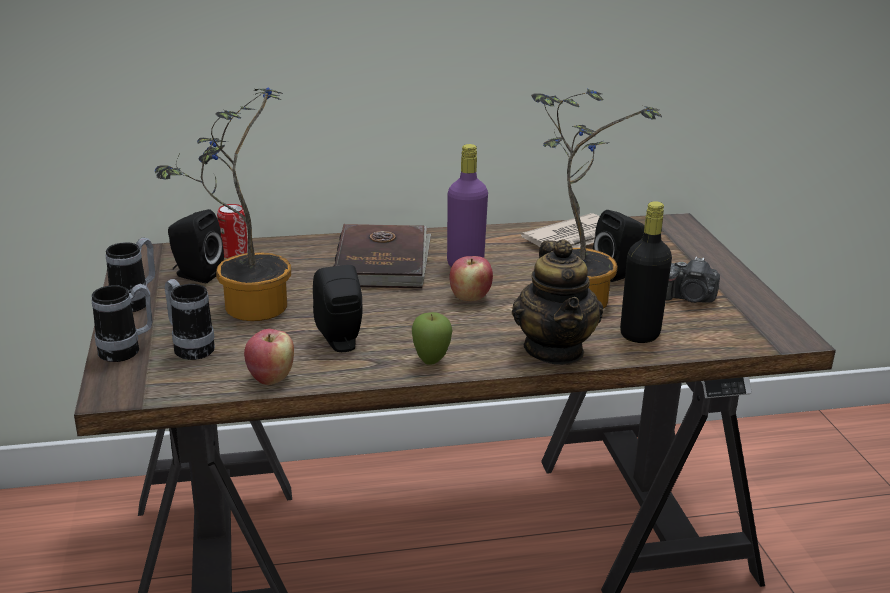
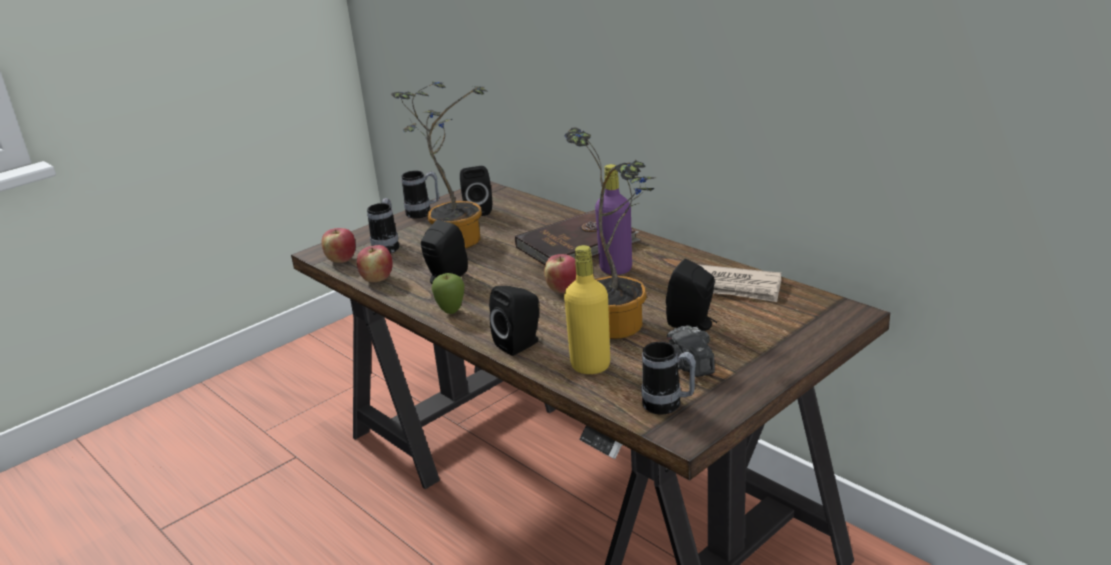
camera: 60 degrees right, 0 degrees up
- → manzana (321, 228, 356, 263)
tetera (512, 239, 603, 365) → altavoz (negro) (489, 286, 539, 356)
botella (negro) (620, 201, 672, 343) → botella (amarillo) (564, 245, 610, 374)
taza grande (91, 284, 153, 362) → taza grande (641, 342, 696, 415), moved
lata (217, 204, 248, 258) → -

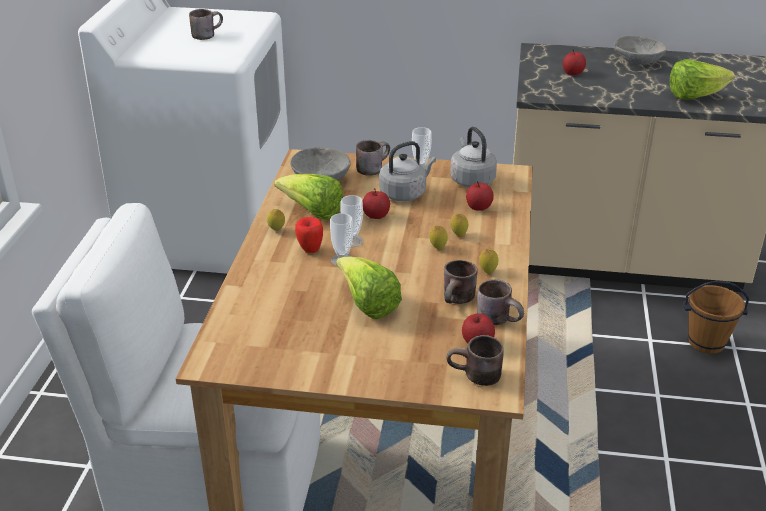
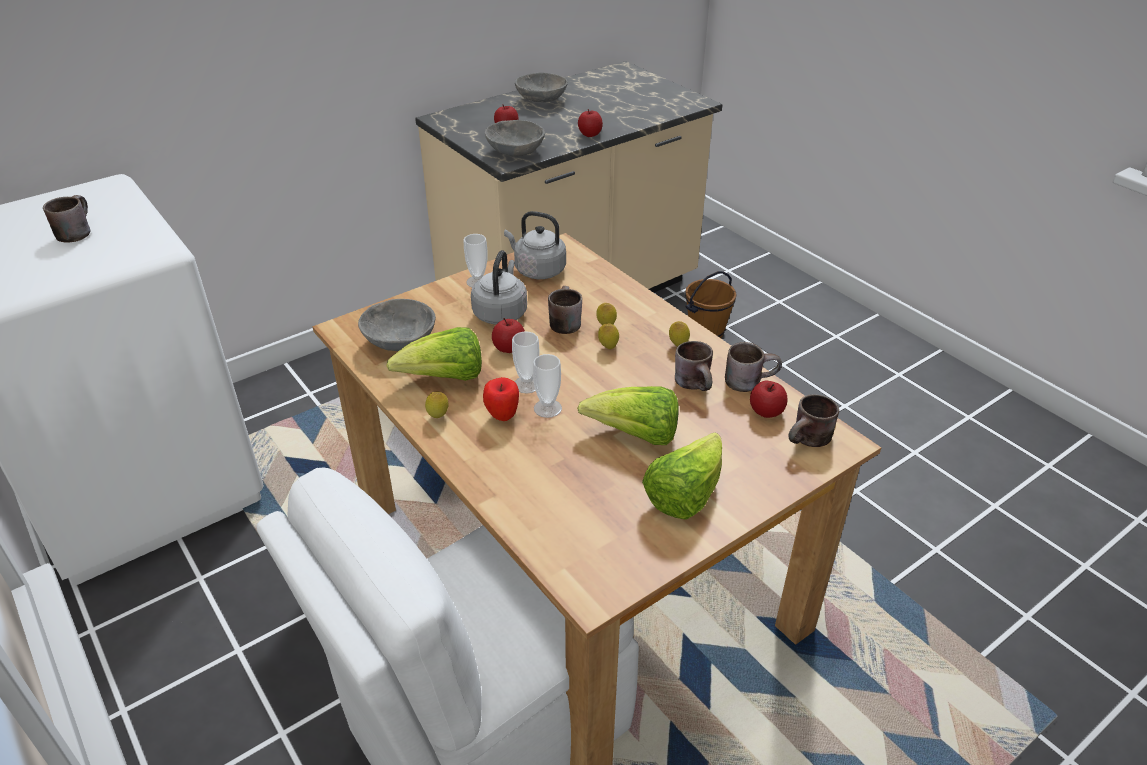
camera: 45 degrees left, 5 degrees up
- → cuenco (gris) (485, 120, 545, 157)
taza grande (marrón) (356, 140, 390, 176) → taza grande (marrón) (548, 286, 582, 334), moved
manzana (466, 181, 494, 211) → manzana (578, 109, 603, 137), moved
lechuga (670, 59, 735, 100) → lechuga (642, 432, 722, 519), moved

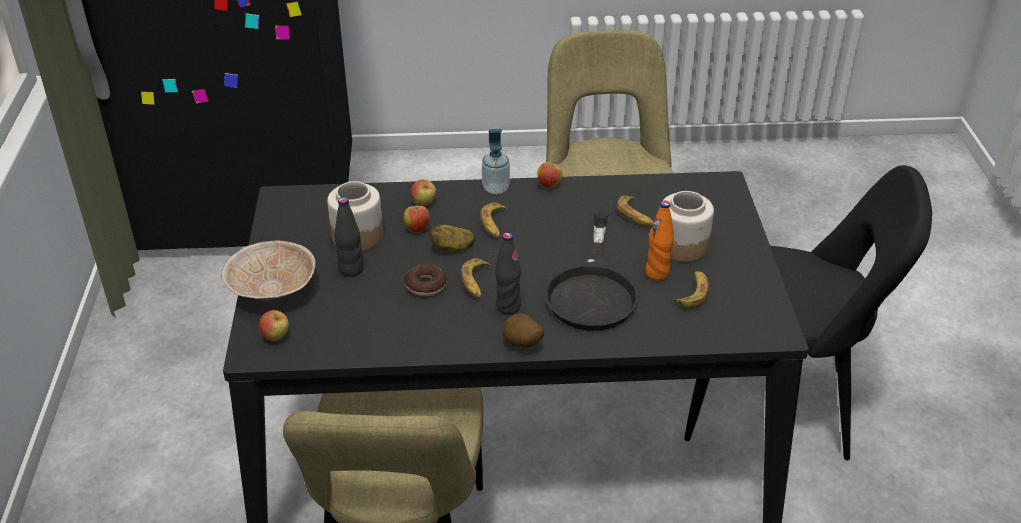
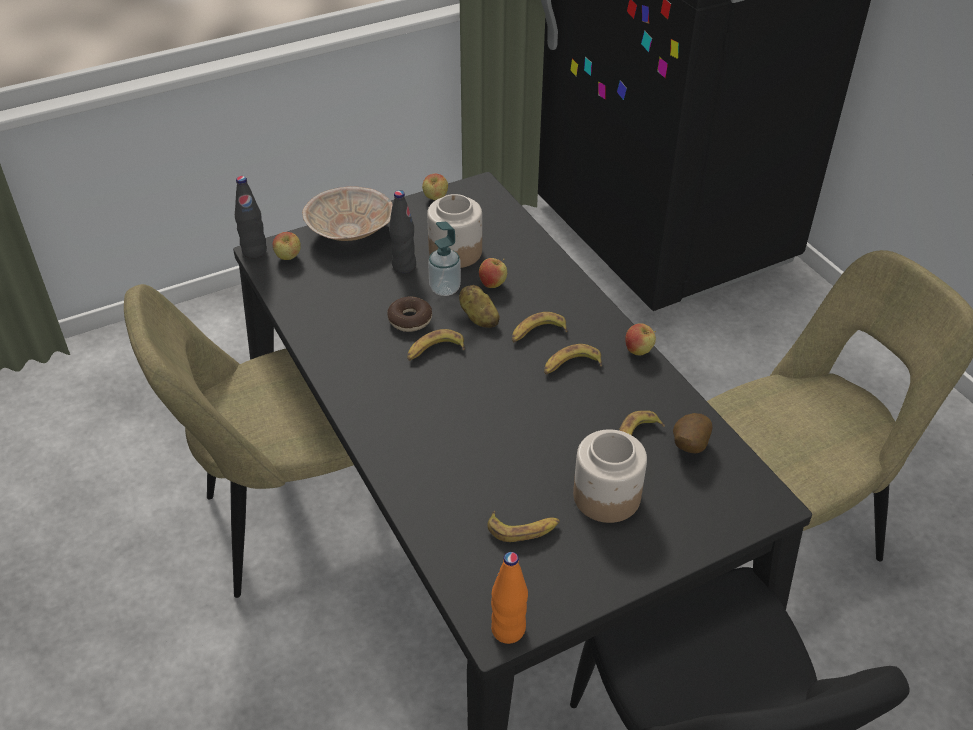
camera: 65 degrees right, 5 degrees up
botella (negro) (495, 233, 521, 315) → botella (negro) (235, 176, 267, 258), moved
manzana (411, 180, 436, 206) → manzana (422, 174, 448, 200), moved
dispensador de jabón (482, 129, 510, 194) → dispensador de jabón (428, 222, 461, 296), moved
botella (naranja) (645, 200, 674, 281) → botella (naranja) (491, 552, 528, 644), moved
- → plátano (544, 344, 602, 375)
patata (503, 313, 544, 348) → patata (673, 413, 712, 453), moved
sartén (negro) (545, 213, 639, 331) → -

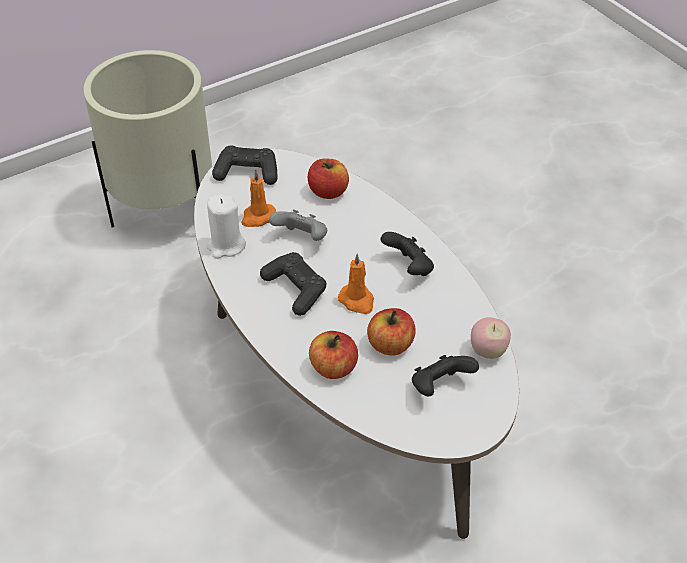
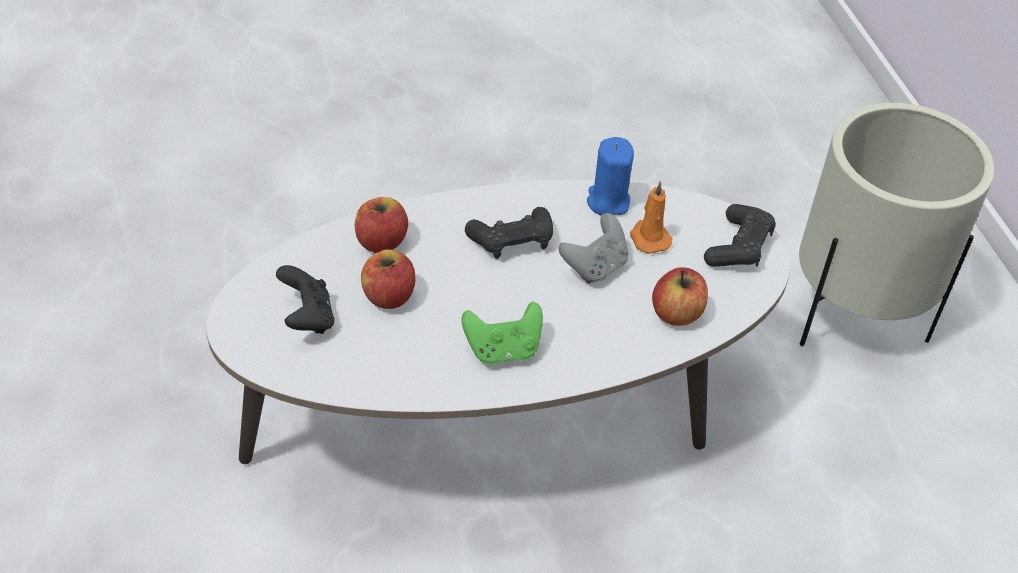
camera: 105 degrees right, 0 degrees up
mando de consola (negro) (381, 232, 434, 276) → mando de consola (verde) (461, 302, 543, 365)
vela (blanco) (207, 195, 246, 259) → vela (azul) (587, 137, 634, 215)
vela (naranja) (338, 254, 374, 314) → -
manzana (471, 317, 511, 359) → -

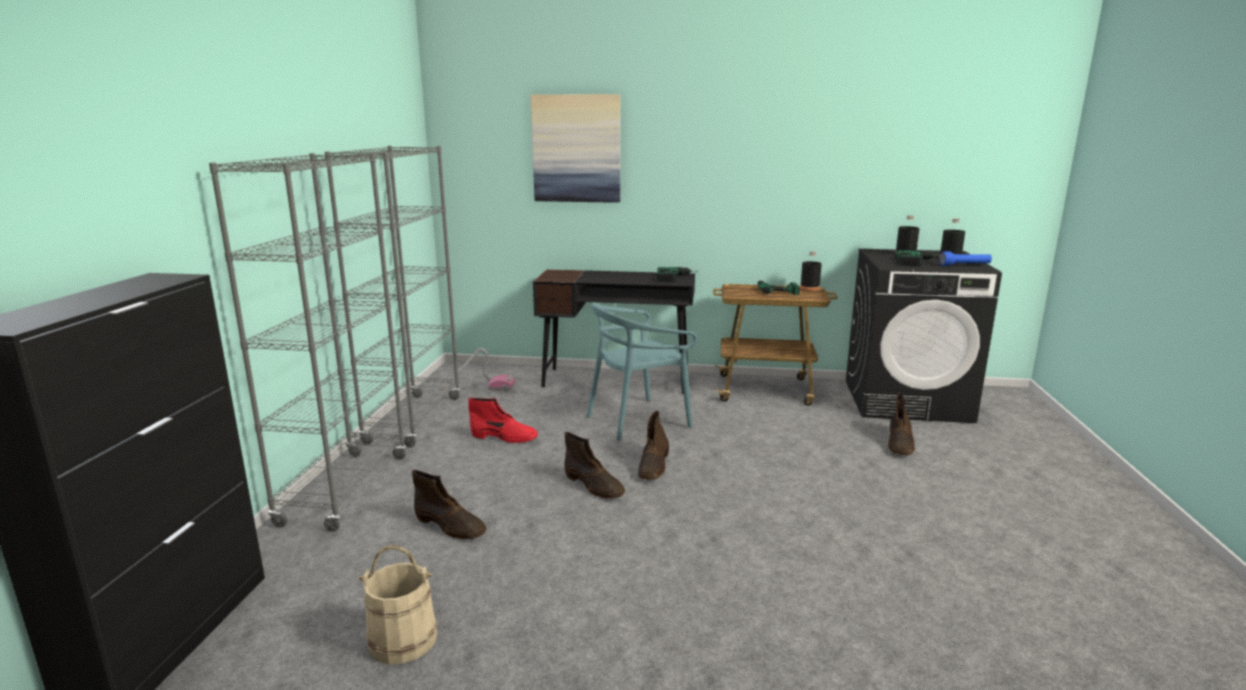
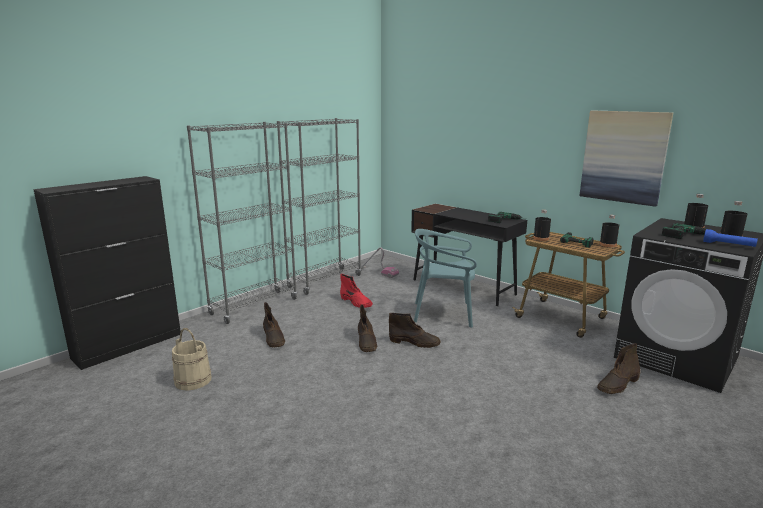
camera: 35 degrees right, 0 degrees up
bota (marrón) (638, 411, 669, 480) → bota (marrón) (389, 313, 440, 348), 120 degrees counterclockwise
- → botella (negro) (533, 210, 551, 241)
cuadro (531, 94, 621, 203) → cuadro (580, 111, 673, 207), moved

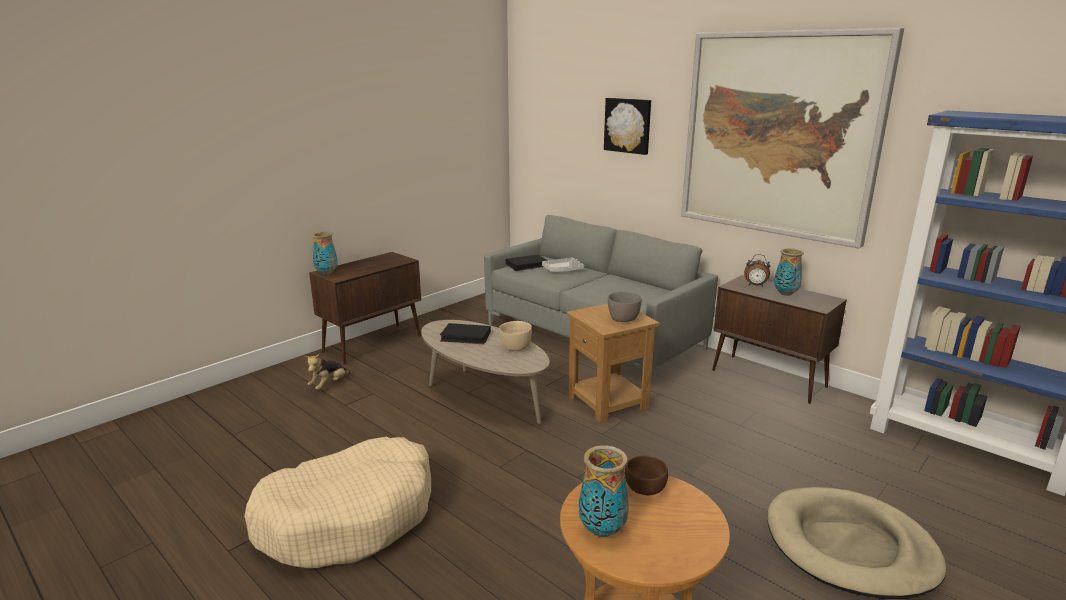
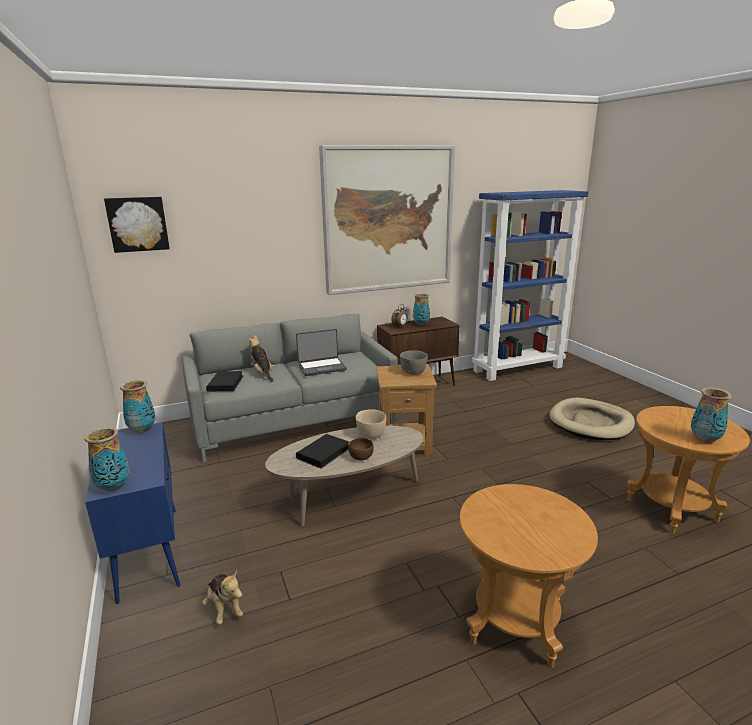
camera: 65 degrees left, 0 degrees up
armario (marrón) (309, 252, 421, 365) → armario (azul) (85, 422, 180, 604)
cuadro (604, 98, 651, 155) → cuadro (104, 197, 170, 253), moved
- → florero (120, 380, 156, 433)
bandeja (gris) (542, 258, 584, 272) → peluche (248, 335, 275, 382)
- → portátil (296, 329, 347, 376)
cuenco (marrón) (625, 456, 668, 495) → cuenco (marrón) (349, 438, 374, 461), moved
cama para perro (beis) (244, 437, 431, 568) → mesa auxiliar (marrón) (460, 484, 598, 668)

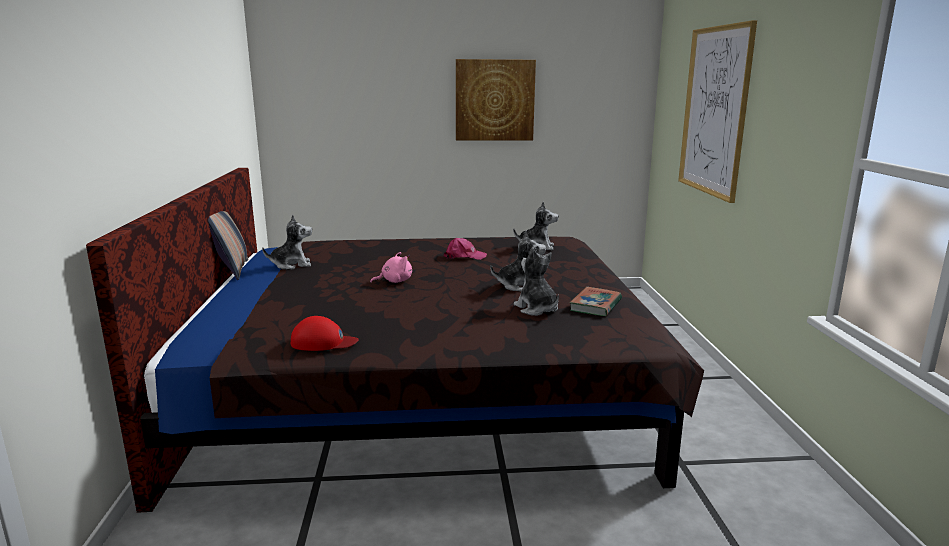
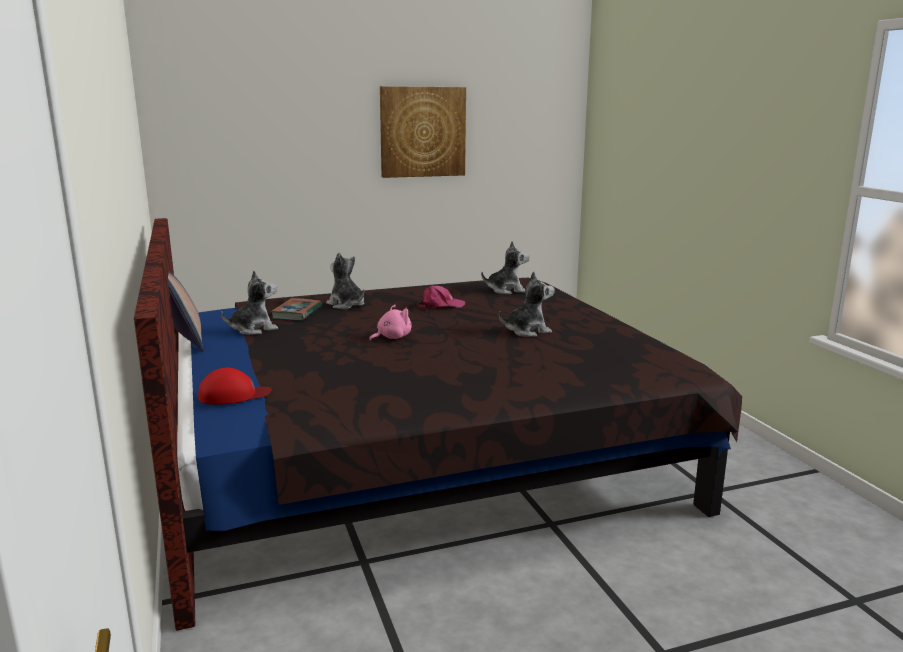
camera: 15 degrees left, 0 degrees up
gorra (rojo) (291, 316, 359, 351) → gorra (rojo) (198, 368, 272, 405), moved
libro (569, 287, 622, 316) → libro (271, 298, 322, 320), moved
peluche (514, 248, 559, 316) → peluche (326, 252, 364, 309), moved
cuadro (678, 20, 757, 203) → -

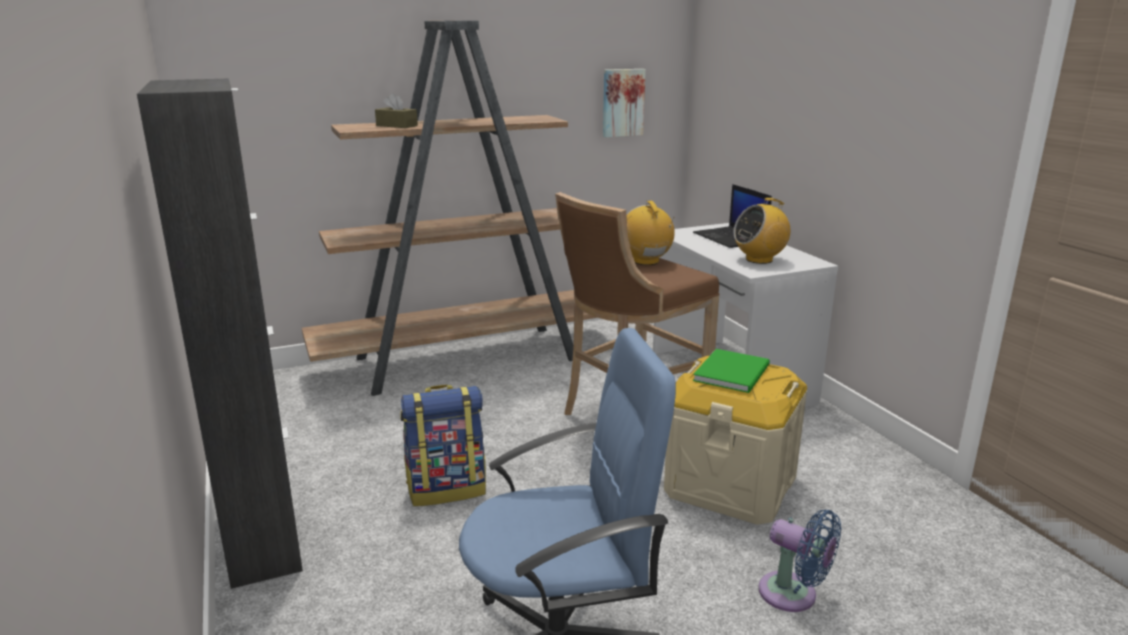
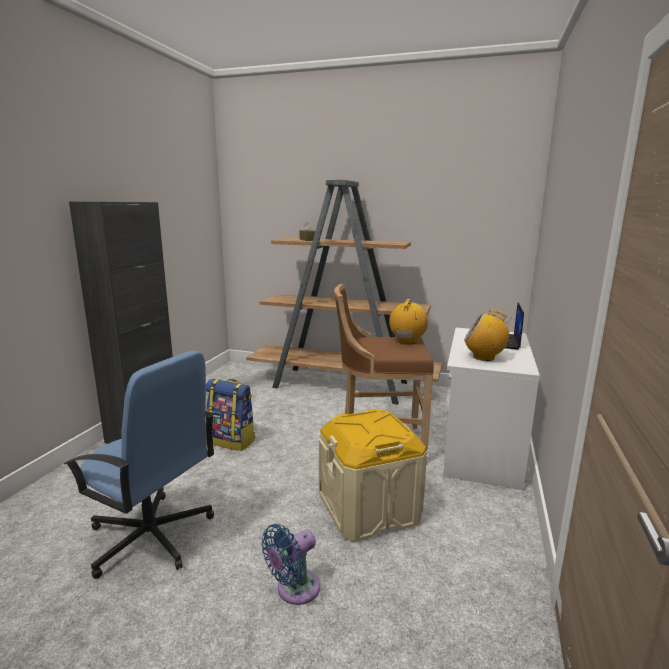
camera: 40 degrees right, 5 degrees down
ventilador (azul) (758, 510, 841, 612) → ventilador (azul) (261, 524, 320, 605), 60 degrees clockwise
cuadro (603, 69, 646, 137) → -
libro (verde) (693, 349, 770, 393) → -

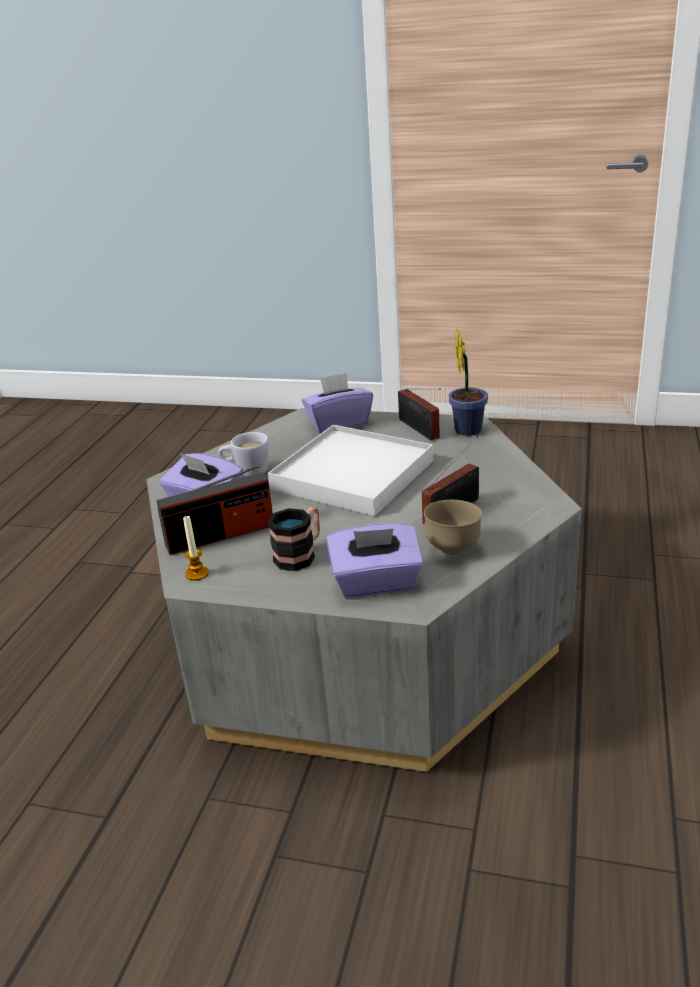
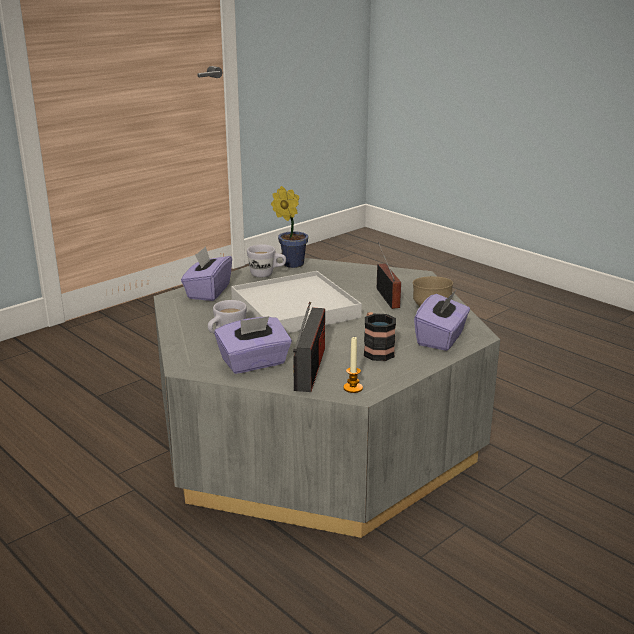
camera: 60 degrees left, 5 degrees down
radio (398, 388, 441, 440) → taza grande (blanco) (247, 244, 286, 277)

